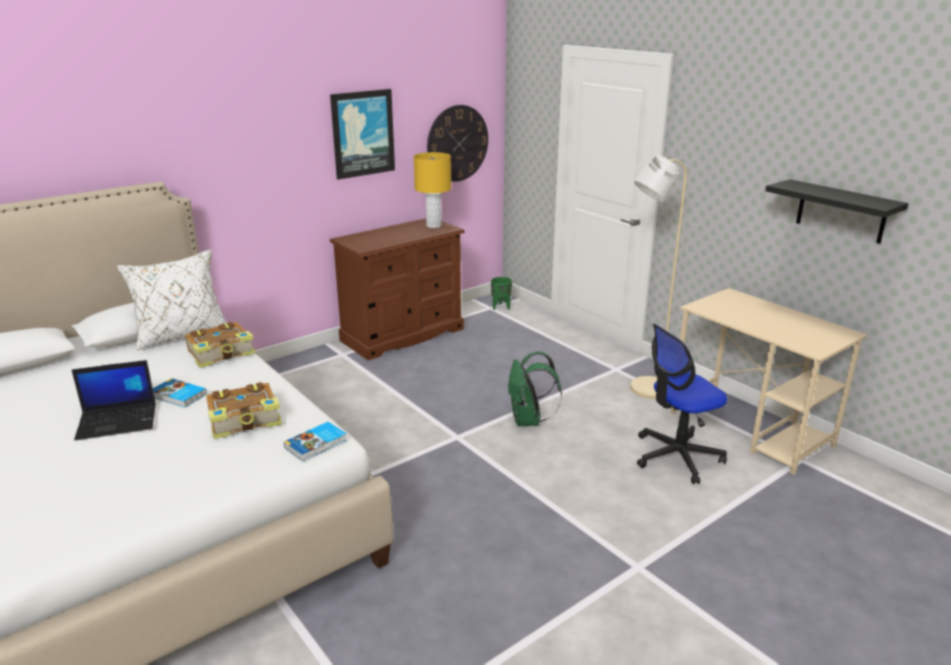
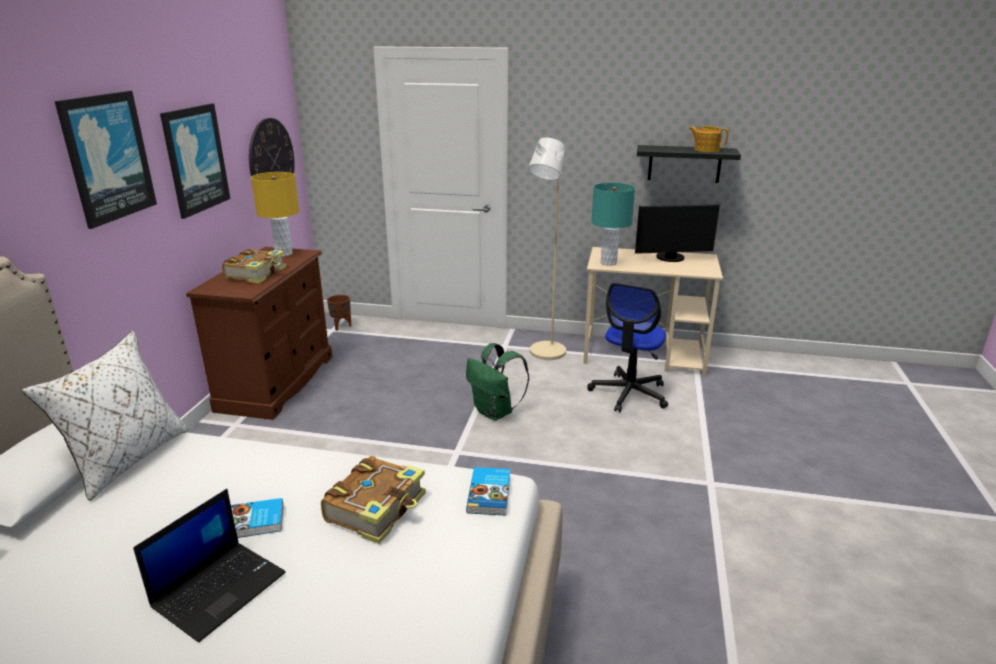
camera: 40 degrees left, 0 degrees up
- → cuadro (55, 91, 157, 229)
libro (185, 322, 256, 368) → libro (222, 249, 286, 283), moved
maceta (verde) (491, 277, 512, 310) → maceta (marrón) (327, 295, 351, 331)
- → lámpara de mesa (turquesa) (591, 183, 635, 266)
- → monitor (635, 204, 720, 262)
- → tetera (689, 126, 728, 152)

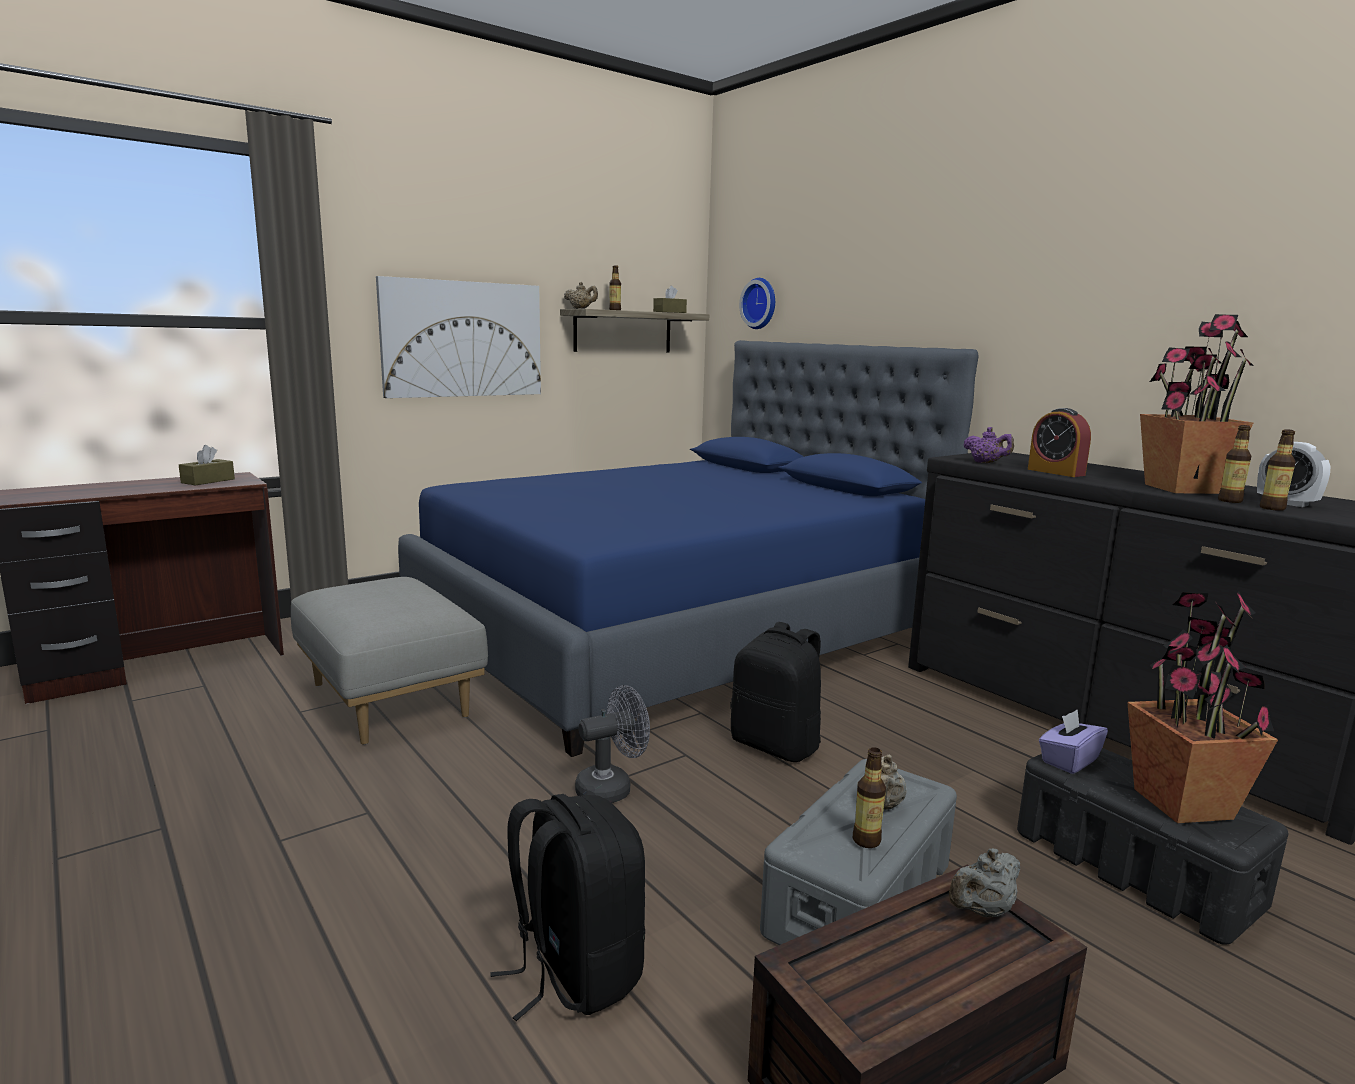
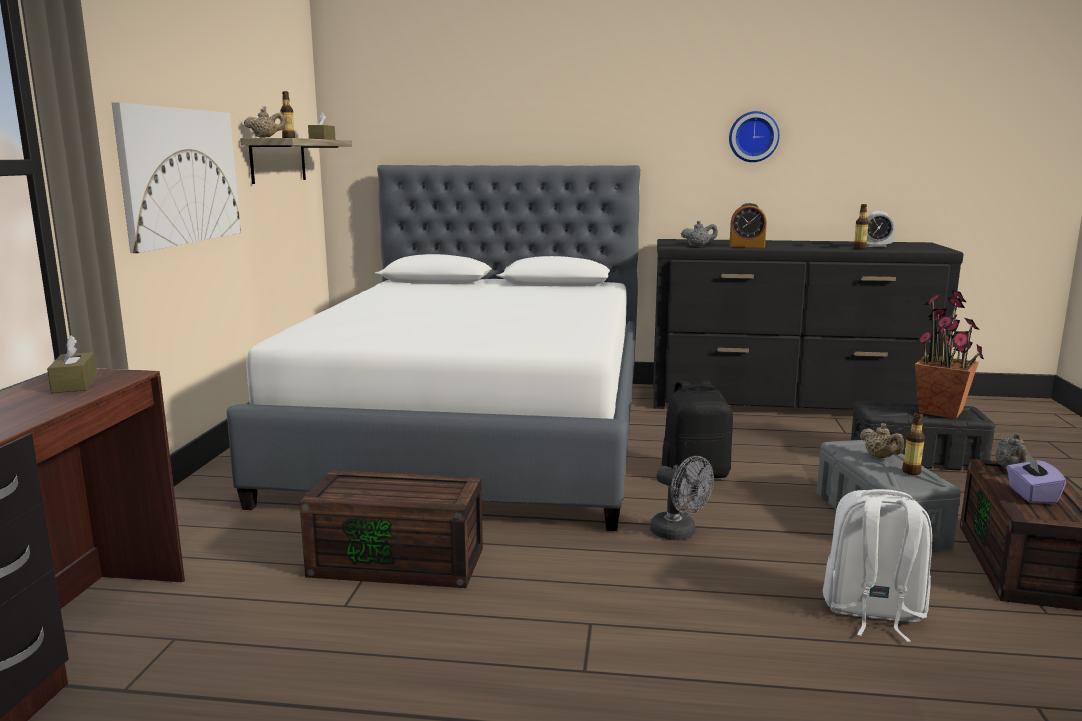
camera: 45 degrees left, 0 degrees up
cama (azul) (398, 340, 978, 757) → cama (blanco) (227, 165, 640, 531)
puf (gris) (291, 577, 488, 745) → caja de almacenaje (marrón) (299, 470, 483, 588)
ventilador (gris) (575, 685, 650, 803) → ventilador (gris) (650, 456, 714, 540), 120 degrees clockwise
tetera (morado) (963, 427, 1014, 463) → tetera (gris) (681, 221, 718, 247)
reloj de pared (739, 278, 775, 329) → reloj de pared (729, 111, 780, 162), moved
mochila (negro) (490, 794, 645, 1021) → mochila (blanco) (823, 489, 932, 642)
caja de pañuelos (morado) (1039, 709, 1108, 774) → caja de pañuelos (morado) (1006, 454, 1066, 504), moved
planta en maceta (1140, 314, 1253, 494) → -
botella (1260, 429, 1296, 511) → -

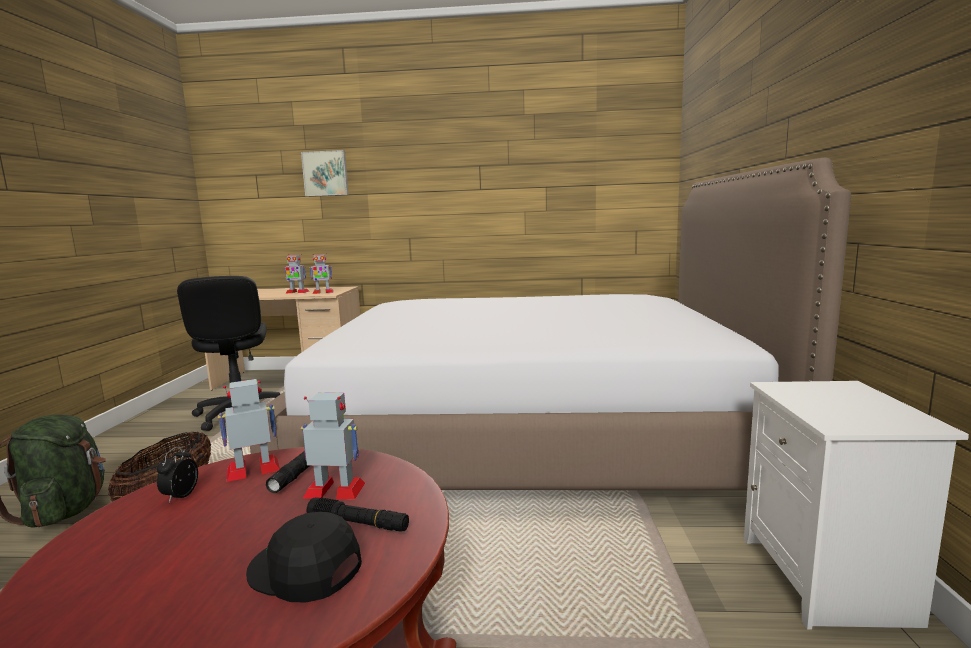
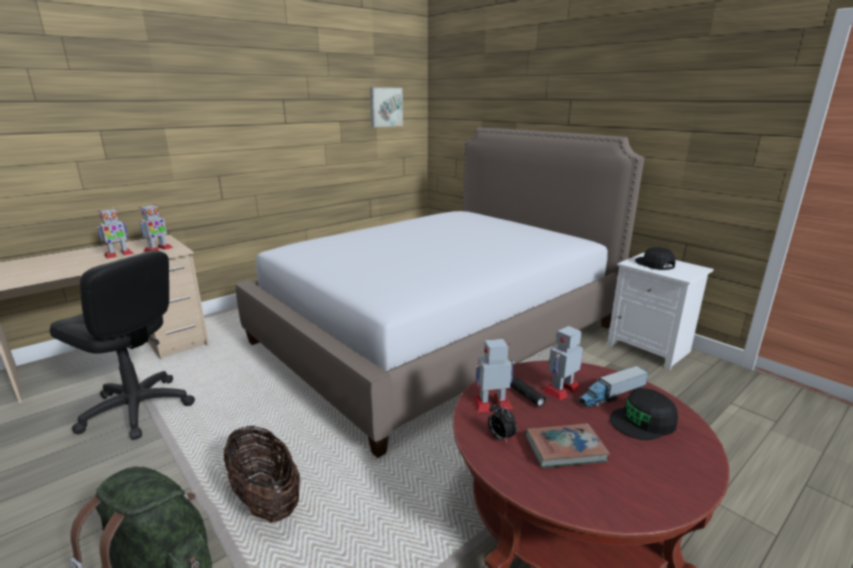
camera: 45 degrees left, 10 degrees up
cuadro (301, 150, 349, 196) → cuadro (370, 87, 403, 127), moved
robot de juguete (218, 379, 280, 482) → robot de juguete (472, 339, 515, 412), 60 degrees clockwise
- → libro (525, 423, 610, 468)
linterna (negro) (306, 497, 409, 532) → camión de juguete (577, 366, 649, 408)
- → gorra (negro) (635, 247, 675, 270)

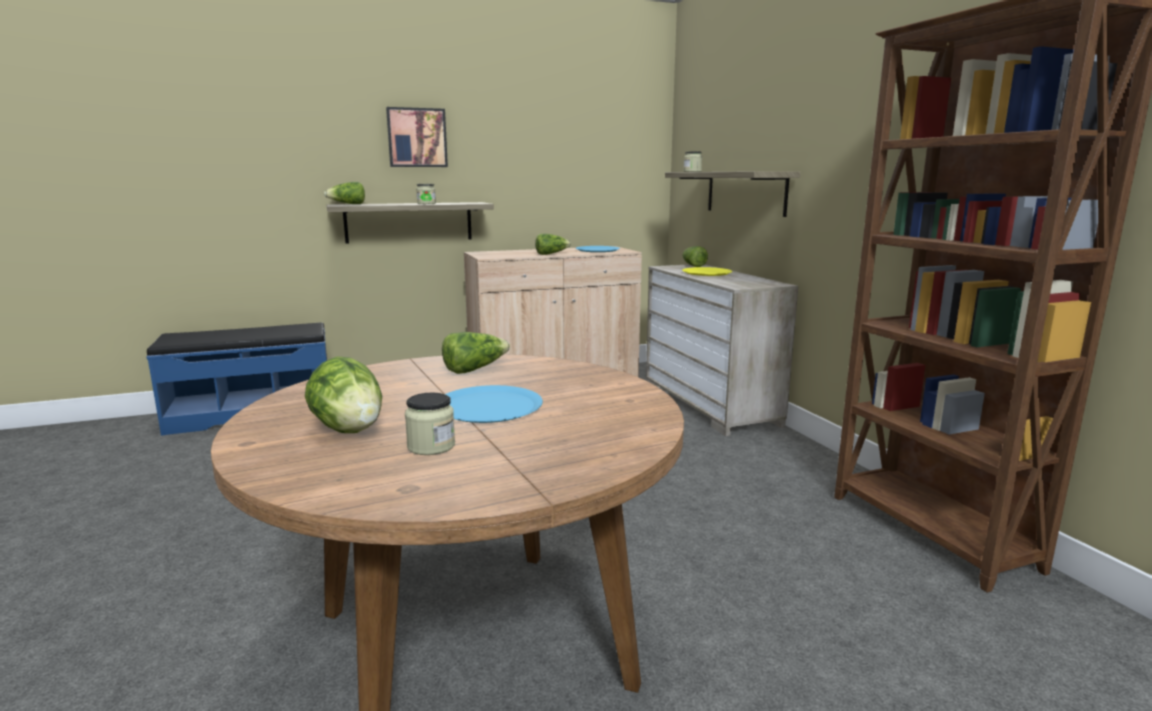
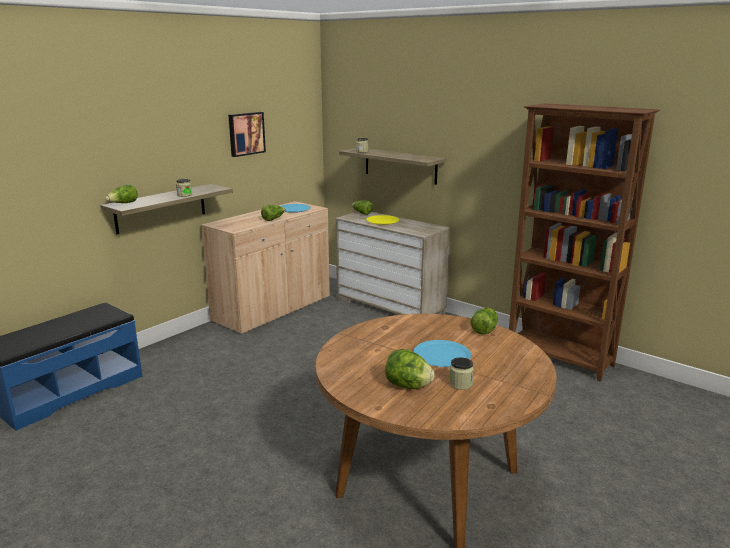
camera: 30 degrees left, 5 degrees up
cuadro (386, 107, 448, 167) → cuadro (228, 112, 266, 157), moved
lechuga (442, 332, 510, 374) → lechuga (471, 308, 498, 335), moved

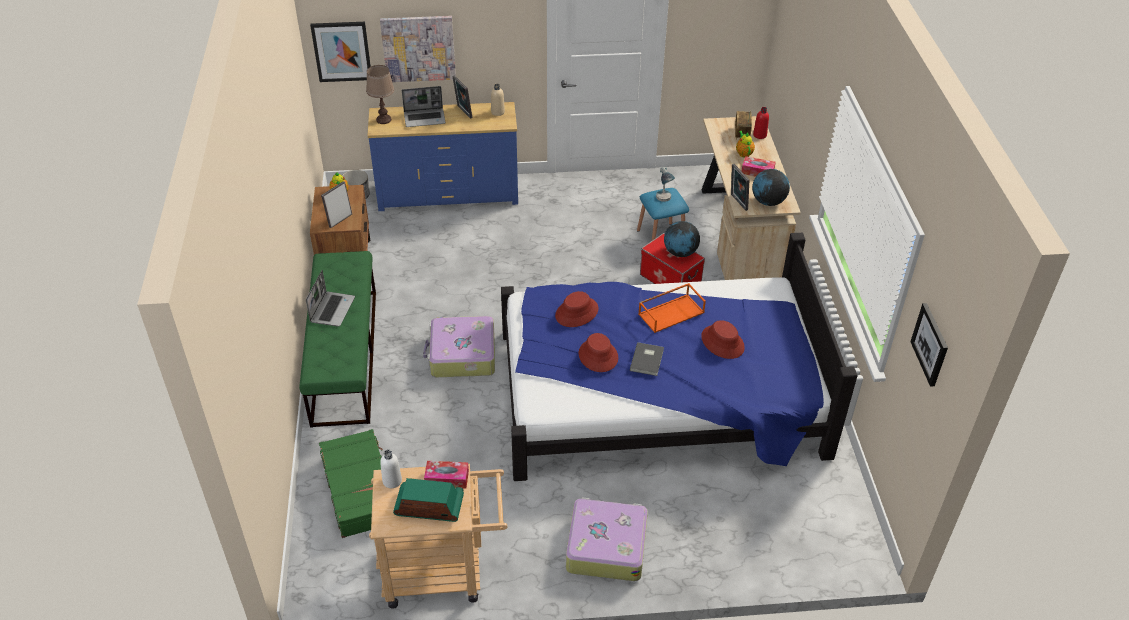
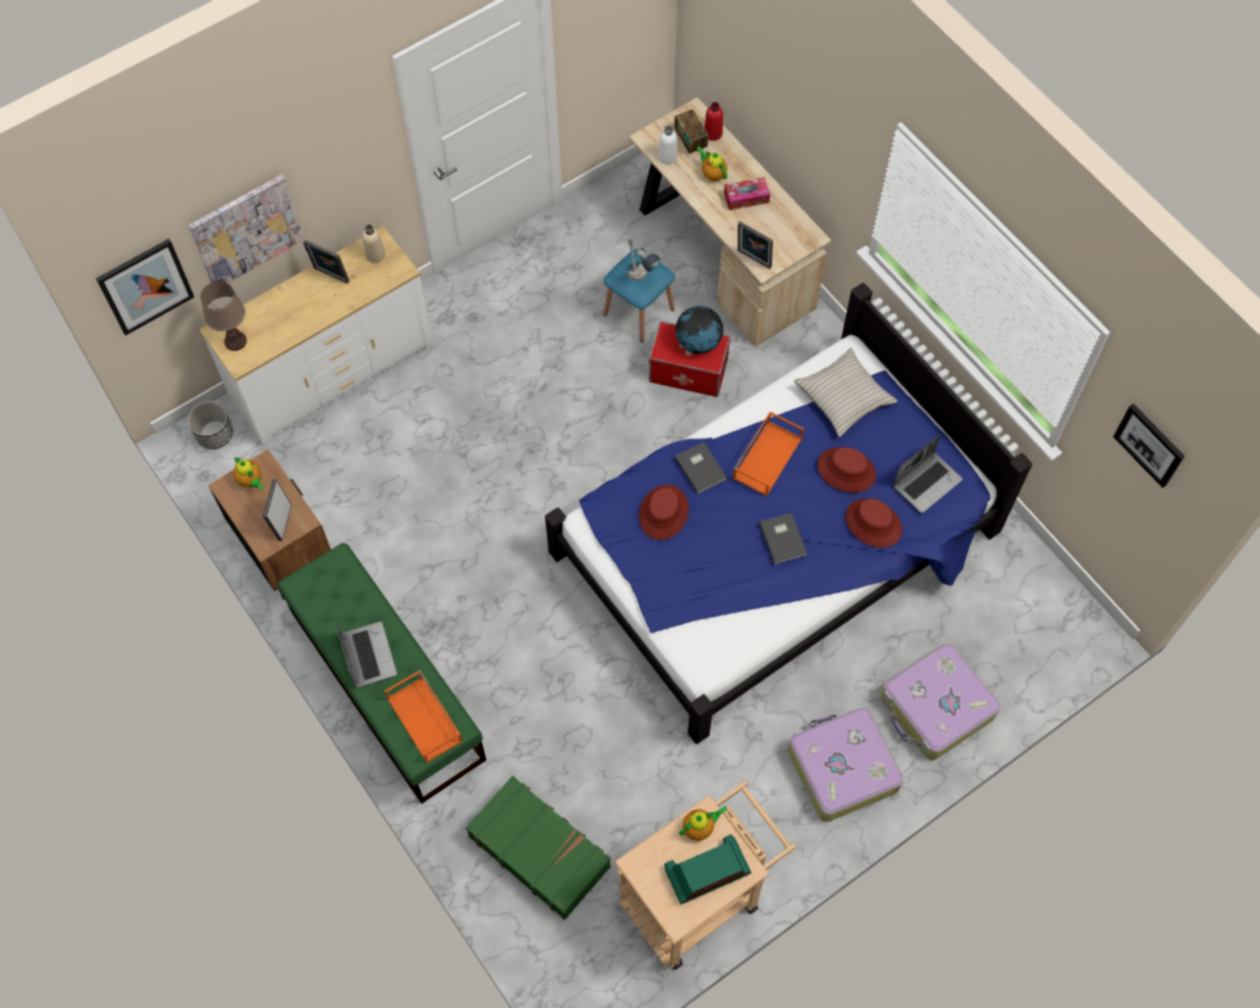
camera: 30 degrees left, 20 degrees up
cómoda (azul) (368, 102, 518, 211) → cómoda (blanco) (199, 226, 433, 446)
- → bandeja (naranja) (385, 670, 463, 763)
botella (blanco) (380, 450, 402, 488) → botella (blanco) (658, 126, 677, 164), moved
- → libro (gris) (674, 442, 727, 494)
caja de pañuelos (424, 461, 469, 489) → tetera (679, 806, 728, 841)
- → cojín (beis) (794, 348, 898, 437)
sombrero (rojo) (579, 333, 618, 372) → sombrero (rojo) (845, 499, 902, 548), moved
maleta (423, 316, 495, 377) → maleta (880, 643, 1000, 760), moved
portátil (402, 86, 446, 127) → portátil (893, 434, 963, 513), moved
globo terráqueo (752, 169, 790, 206) → -

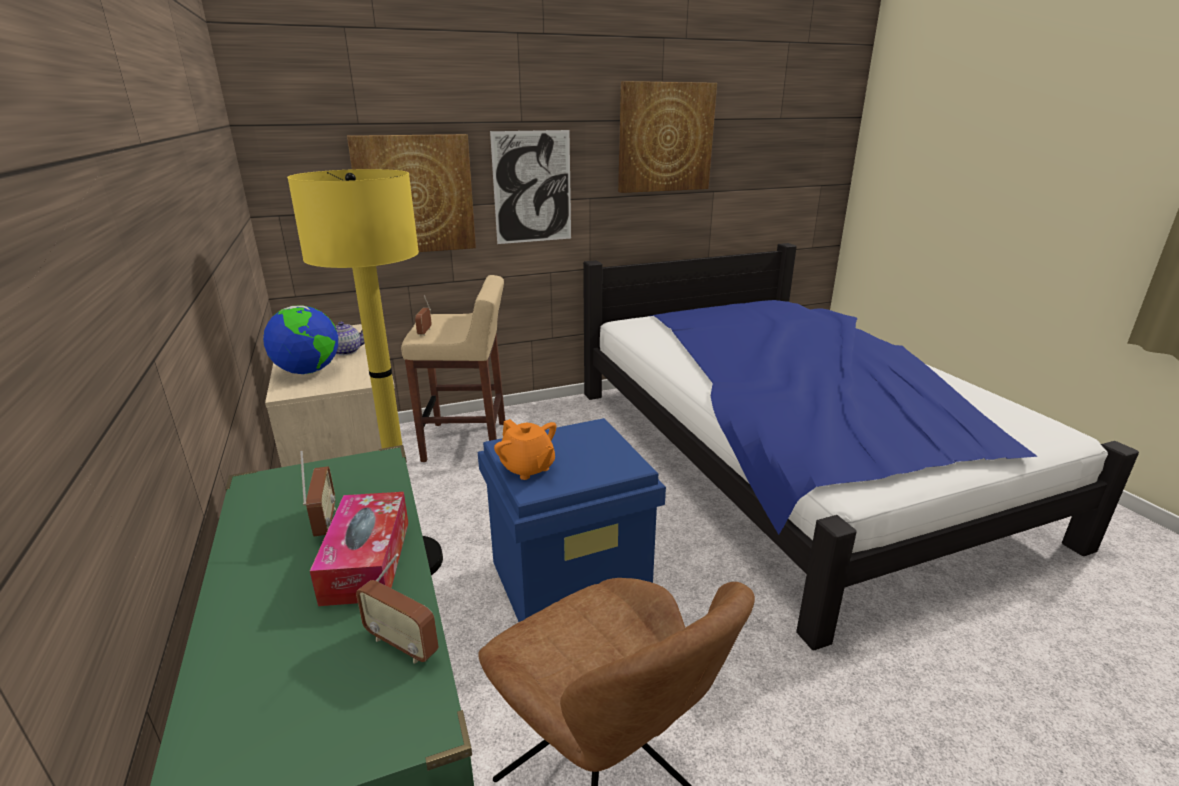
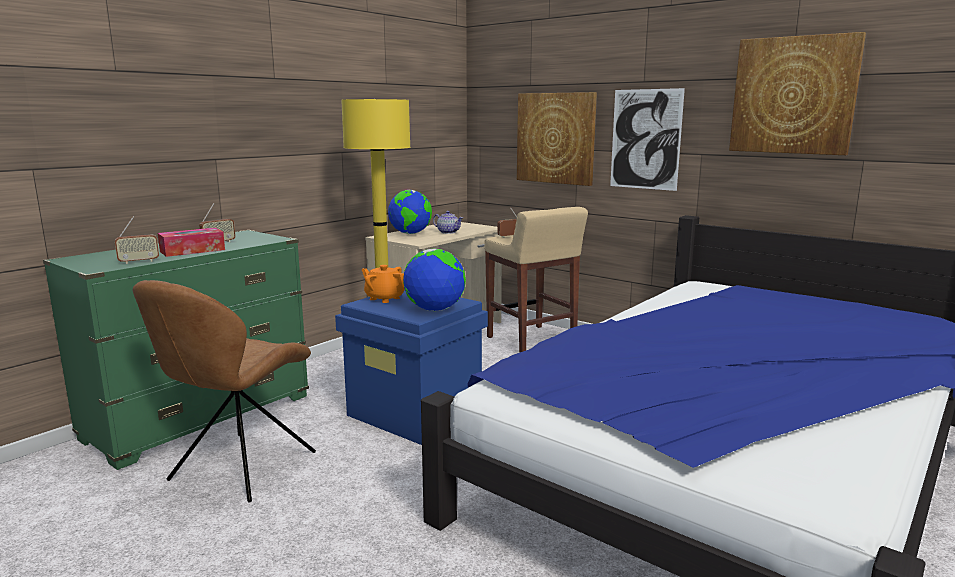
camera: 60 degrees right, 10 degrees down
radio (356, 553, 439, 664) → radio (115, 216, 159, 264), 120 degrees counterclockwise
tetera (naranja) (494, 419, 556, 480) → tetera (naranja) (362, 265, 405, 303), 105 degrees clockwise
- → globo terráqueo (403, 248, 466, 311)

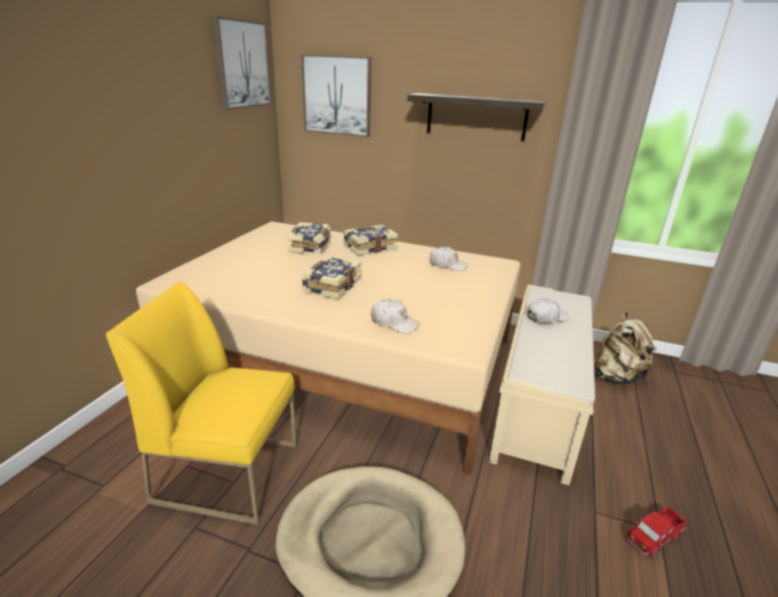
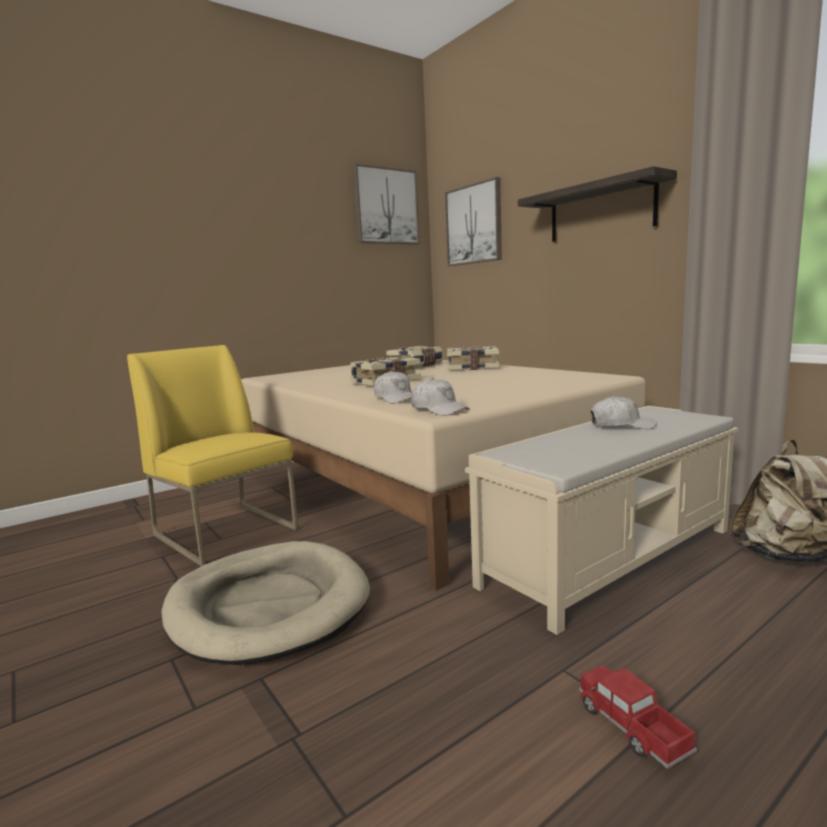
camera: 35 degrees right, 15 degrees down
gorra (blanco) (430, 247, 468, 271) → gorra (blanco) (411, 378, 470, 416), moved
camión de juguete (627, 506, 687, 557) → camión de juguete (579, 666, 697, 769), 60 degrees clockwise

